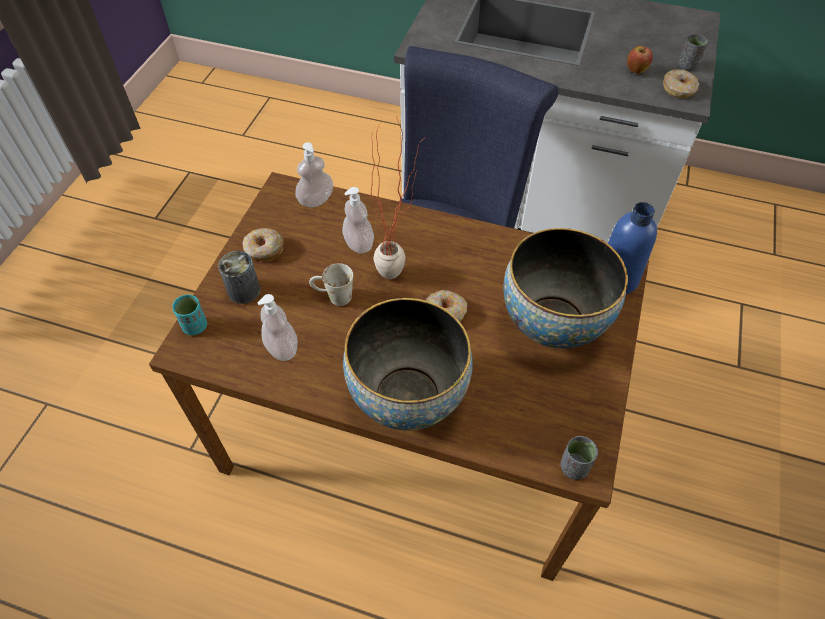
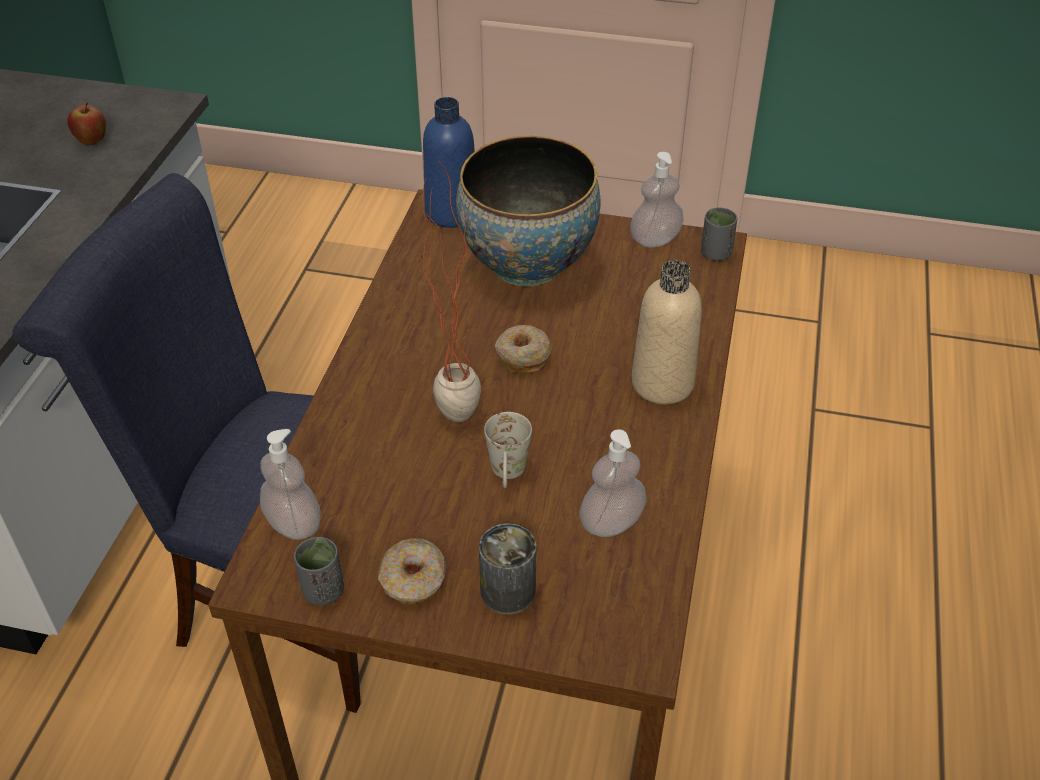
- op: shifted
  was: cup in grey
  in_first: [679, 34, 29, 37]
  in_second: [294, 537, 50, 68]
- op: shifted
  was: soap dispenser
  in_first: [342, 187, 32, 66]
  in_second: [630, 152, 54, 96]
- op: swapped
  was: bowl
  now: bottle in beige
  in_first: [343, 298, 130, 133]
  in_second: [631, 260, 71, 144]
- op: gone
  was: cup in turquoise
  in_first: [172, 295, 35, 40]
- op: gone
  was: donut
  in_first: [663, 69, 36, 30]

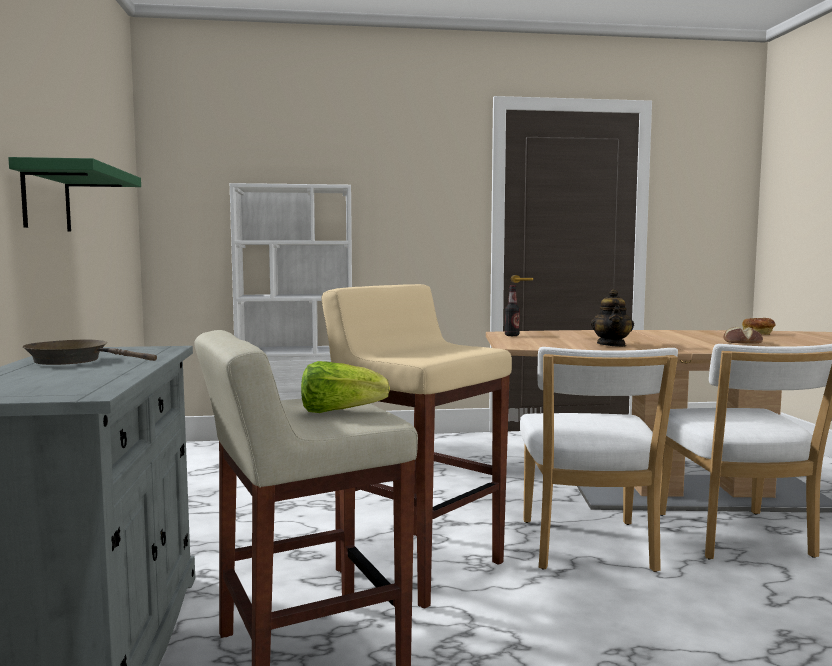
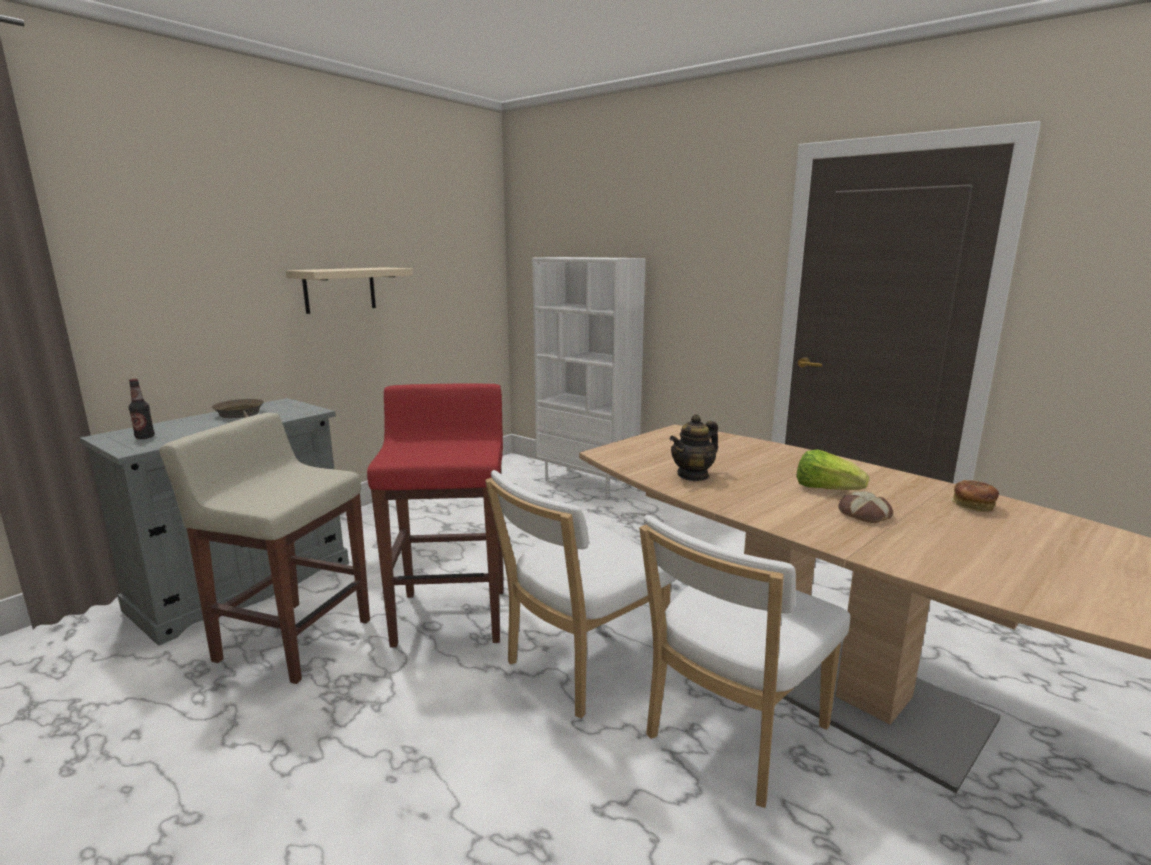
- op: shifted
  was: bottle
  in_first: [505, 285, 15, 51]
  in_second: [129, 379, 26, 60]
- op: repainted
  was: shelf in green
  now: shelf in beige
  in_first: [8, 157, 133, 75]
  in_second: [286, 267, 127, 47]
- op: repainted
  was: stool in beige
  now: stool in red
  in_first: [321, 284, 191, 325]
  in_second: [367, 383, 136, 265]
- op: shifted
  was: lettuce
  in_first: [301, 361, 89, 52]
  in_second: [796, 449, 73, 41]

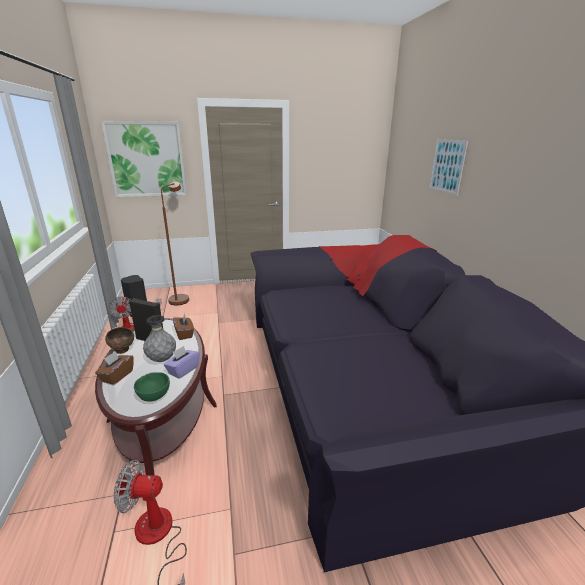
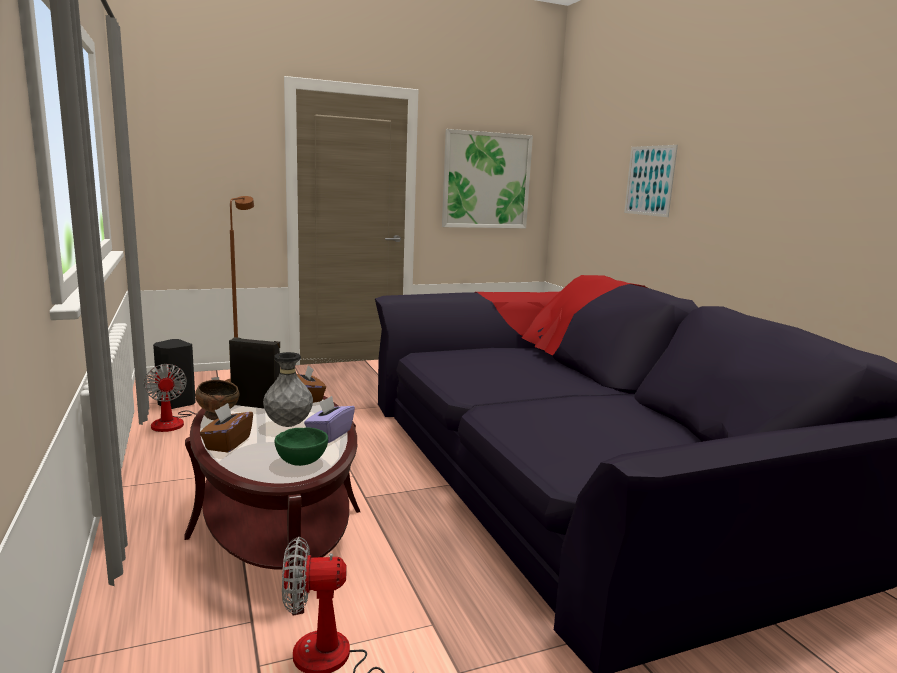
- op: shifted
  was: picture
  in_first: [101, 121, 86, 76]
  in_second: [442, 129, 91, 99]

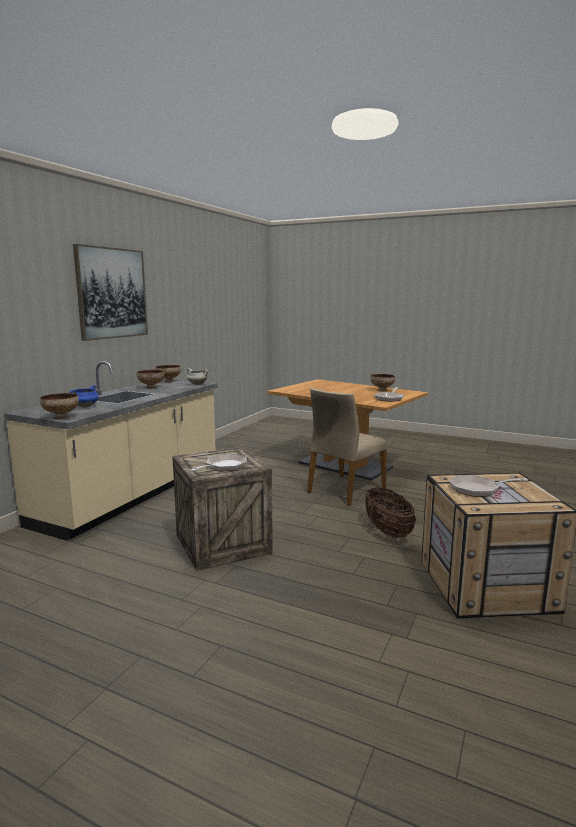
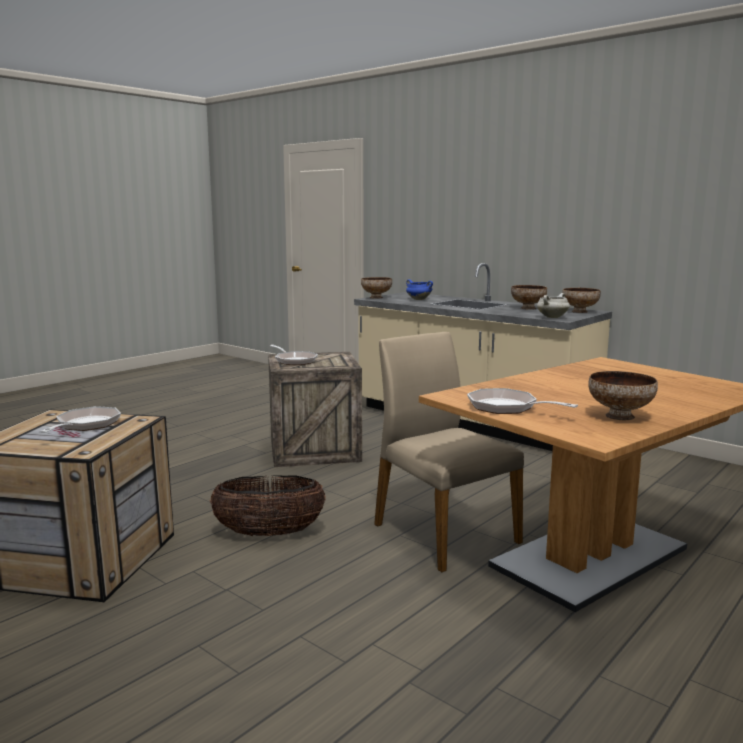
- op: gone
  was: picture
  in_first: [73, 244, 75, 97]

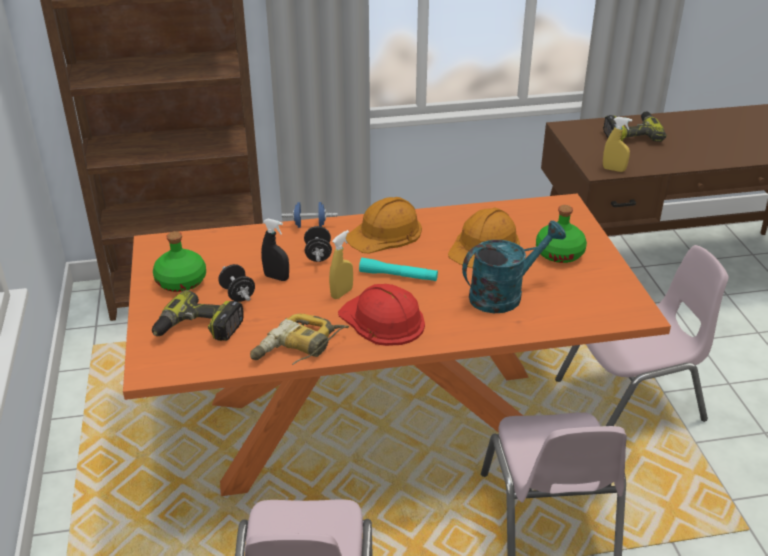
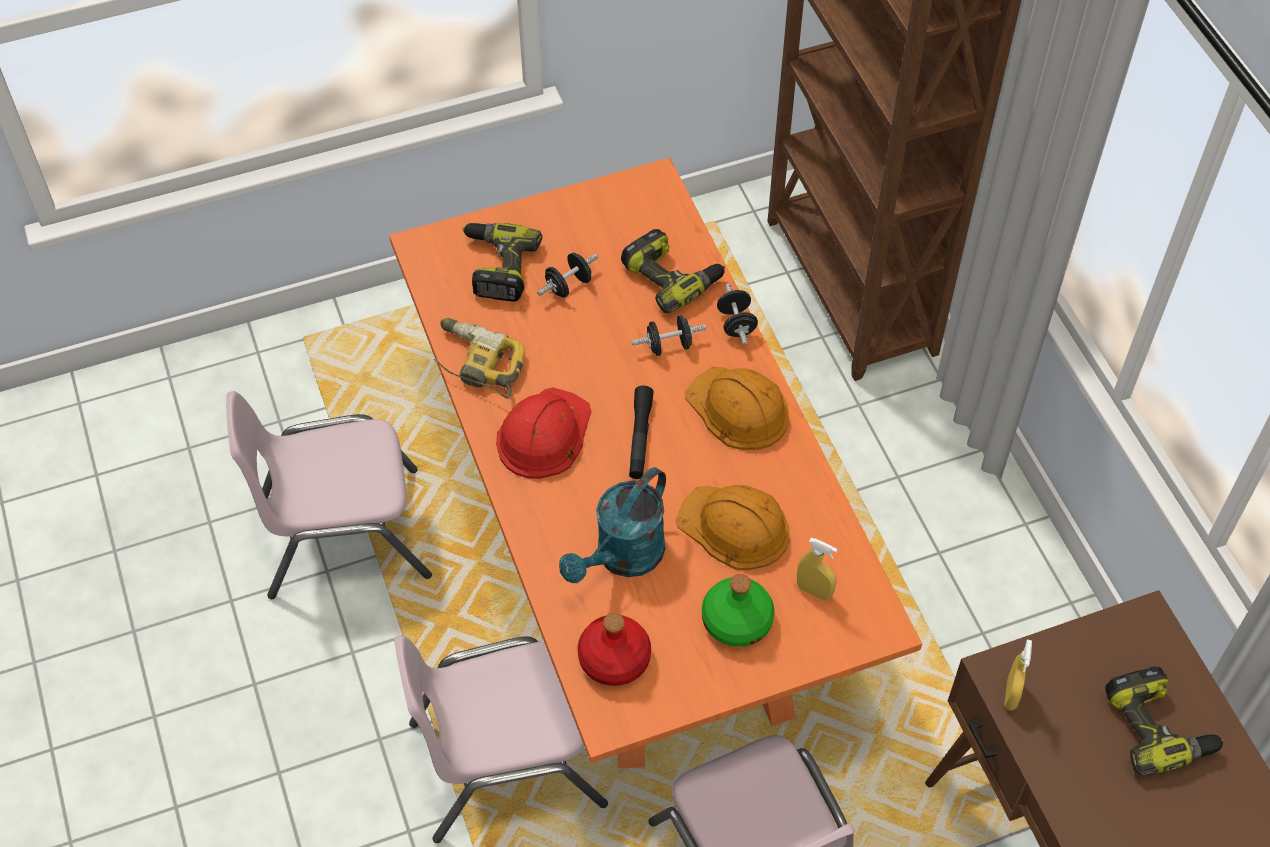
- op: rotated
  was: watering can in turquoise
  in_first: [462, 221, 104, 92]
  in_second: [559, 467, 107, 116]
  clockwise: 75
- op: new
  now: bottle in red
  in_second: [578, 613, 73, 73]
- op: new
  now: power drill
  in_second: [621, 229, 104, 84]
- op: repainted
  was: flashlight in turquoise
  now: flashlight in black
  in_first: [359, 258, 79, 23]
  in_second: [629, 386, 25, 93]
- op: repainted
  was: dumbbell in blue
  now: dumbbell in black
  in_first: [282, 202, 56, 26]
  in_second: [717, 283, 41, 62]
- op: shifted
  was: spray bottle in yellow
  in_first: [329, 230, 24, 69]
  in_second: [797, 538, 41, 62]
- op: gone
  was: bottle in green
  in_first: [153, 231, 53, 61]
- op: gone
  was: spray bottle in black
  in_first: [261, 218, 28, 63]

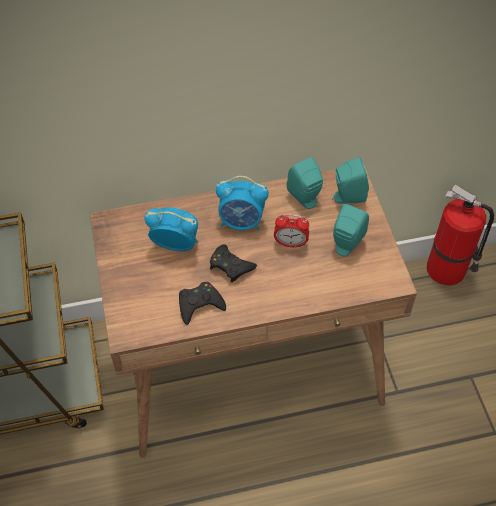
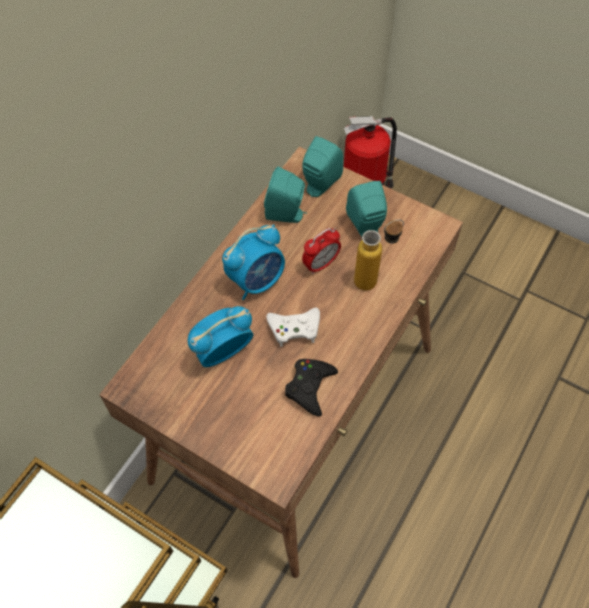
- op: repainted
  was: game controller in black
  now: game controller in white
  in_first: [210, 244, 47, 39]
  in_second: [266, 307, 54, 40]
- op: new
  now: bottle
  in_second: [354, 219, 50, 72]

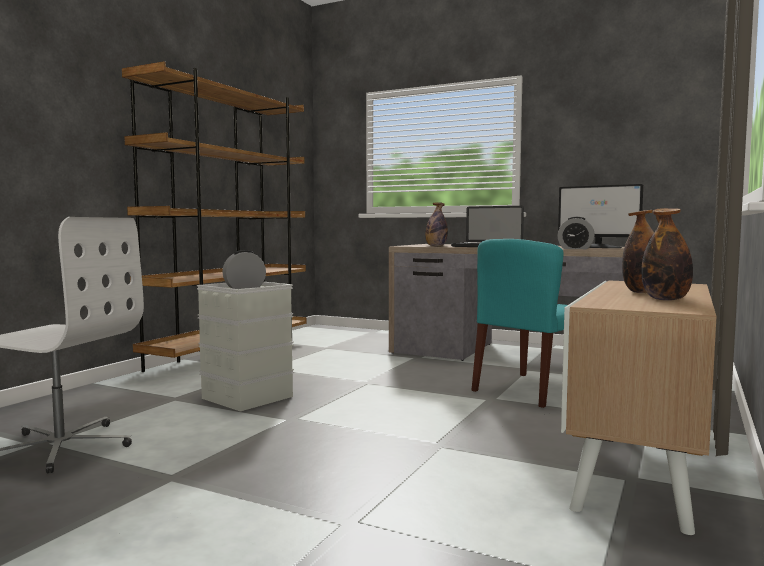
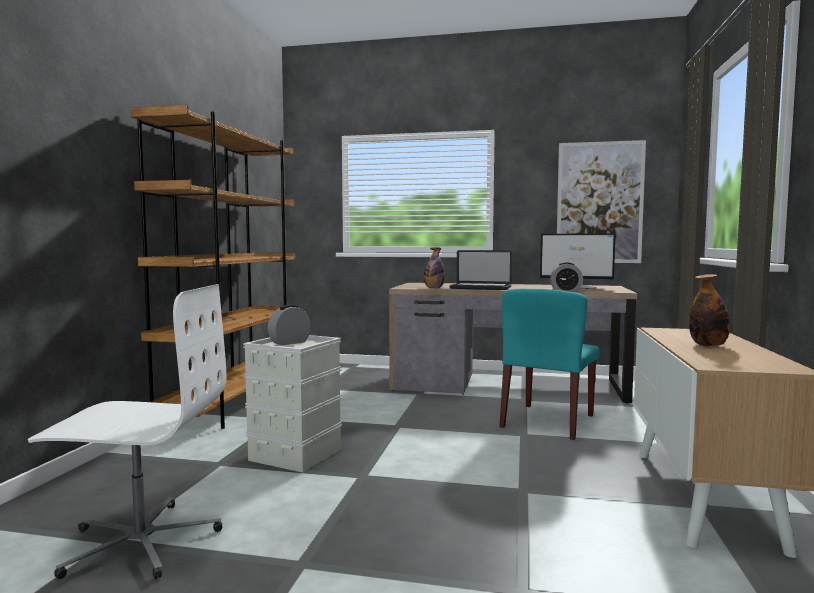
- op: new
  now: picture
  in_second: [557, 140, 89, 123]
- op: gone
  was: bottle
  in_first: [641, 208, 52, 93]

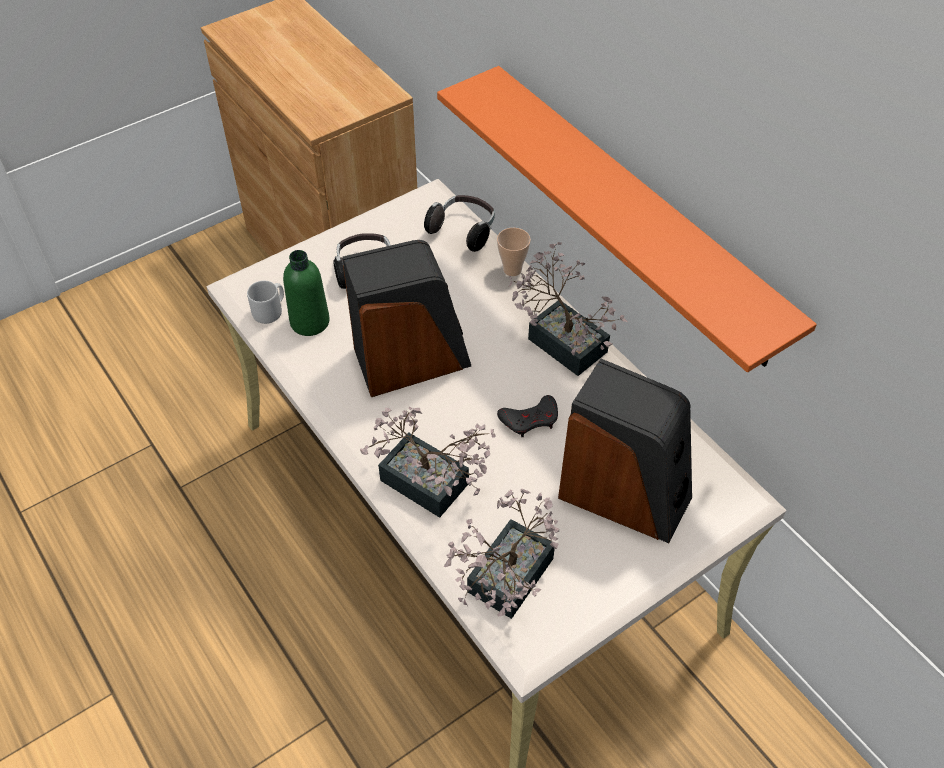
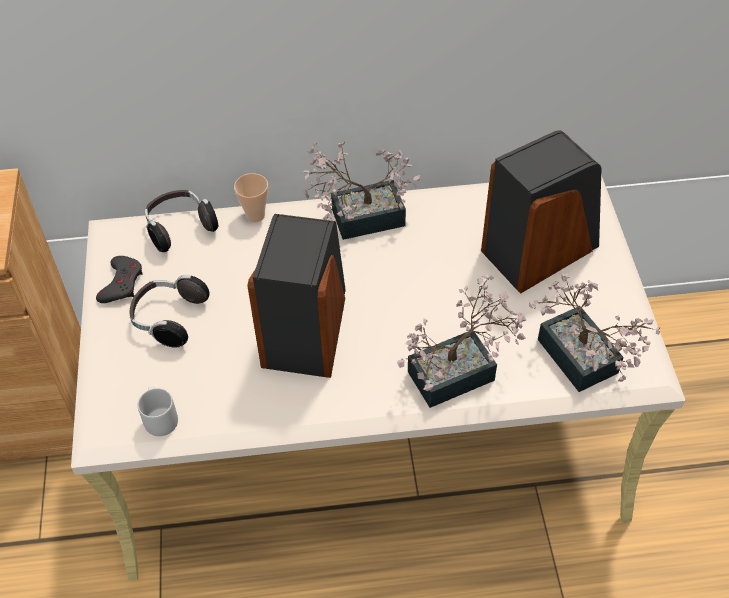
- op: shifted
  was: game controller in grey
  in_first: [497, 395, 61, 42]
  in_second: [96, 256, 47, 47]
- op: gone
  was: bottle in green
  in_first: [283, 250, 47, 86]
- op: gone
  was: shelf in orange
  in_first: [437, 66, 380, 306]

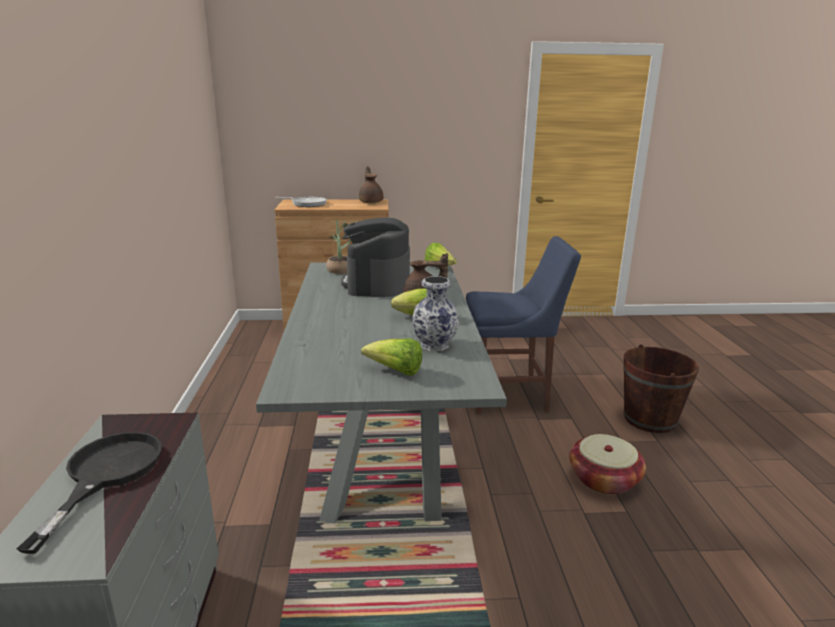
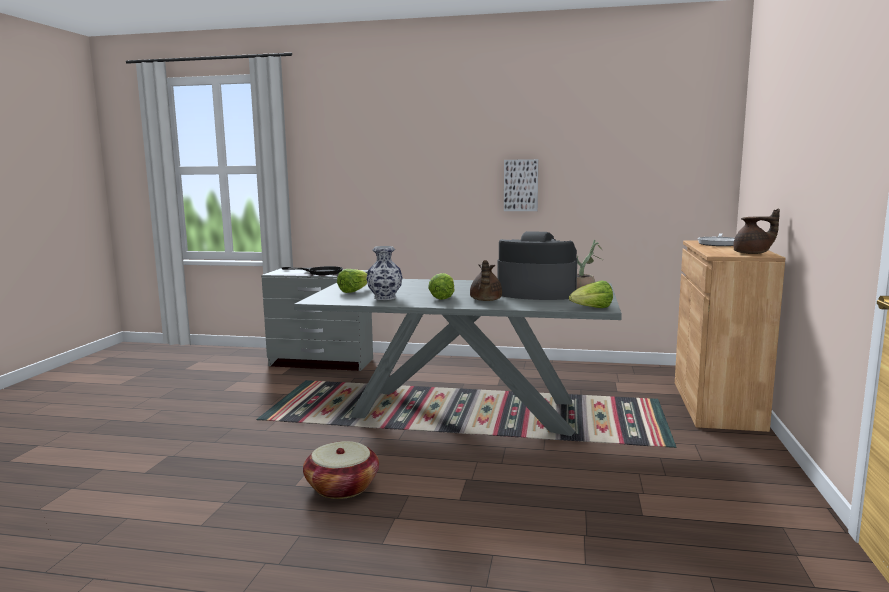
- op: new
  now: picture
  in_second: [504, 159, 34, 52]
- op: gone
  was: chair in blue
  in_first: [466, 236, 115, 178]
- op: gone
  was: bucket in brown
  in_first: [623, 344, 76, 89]

